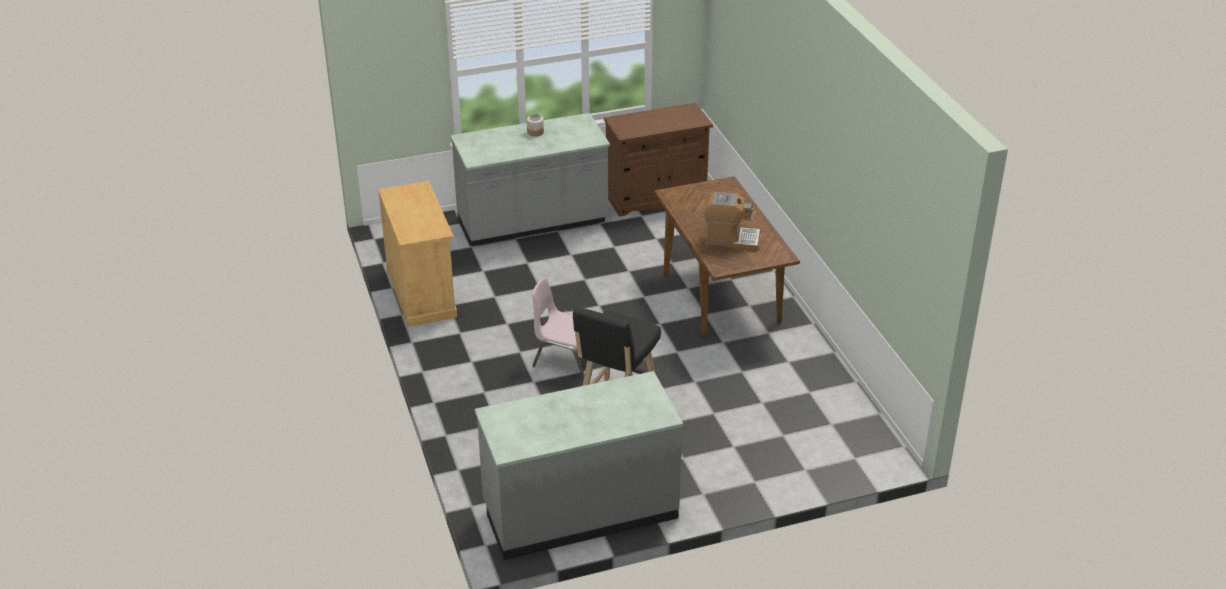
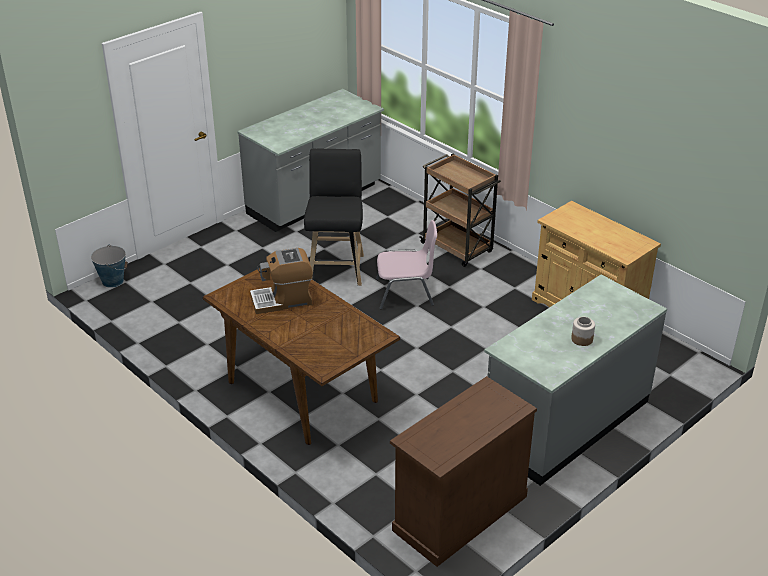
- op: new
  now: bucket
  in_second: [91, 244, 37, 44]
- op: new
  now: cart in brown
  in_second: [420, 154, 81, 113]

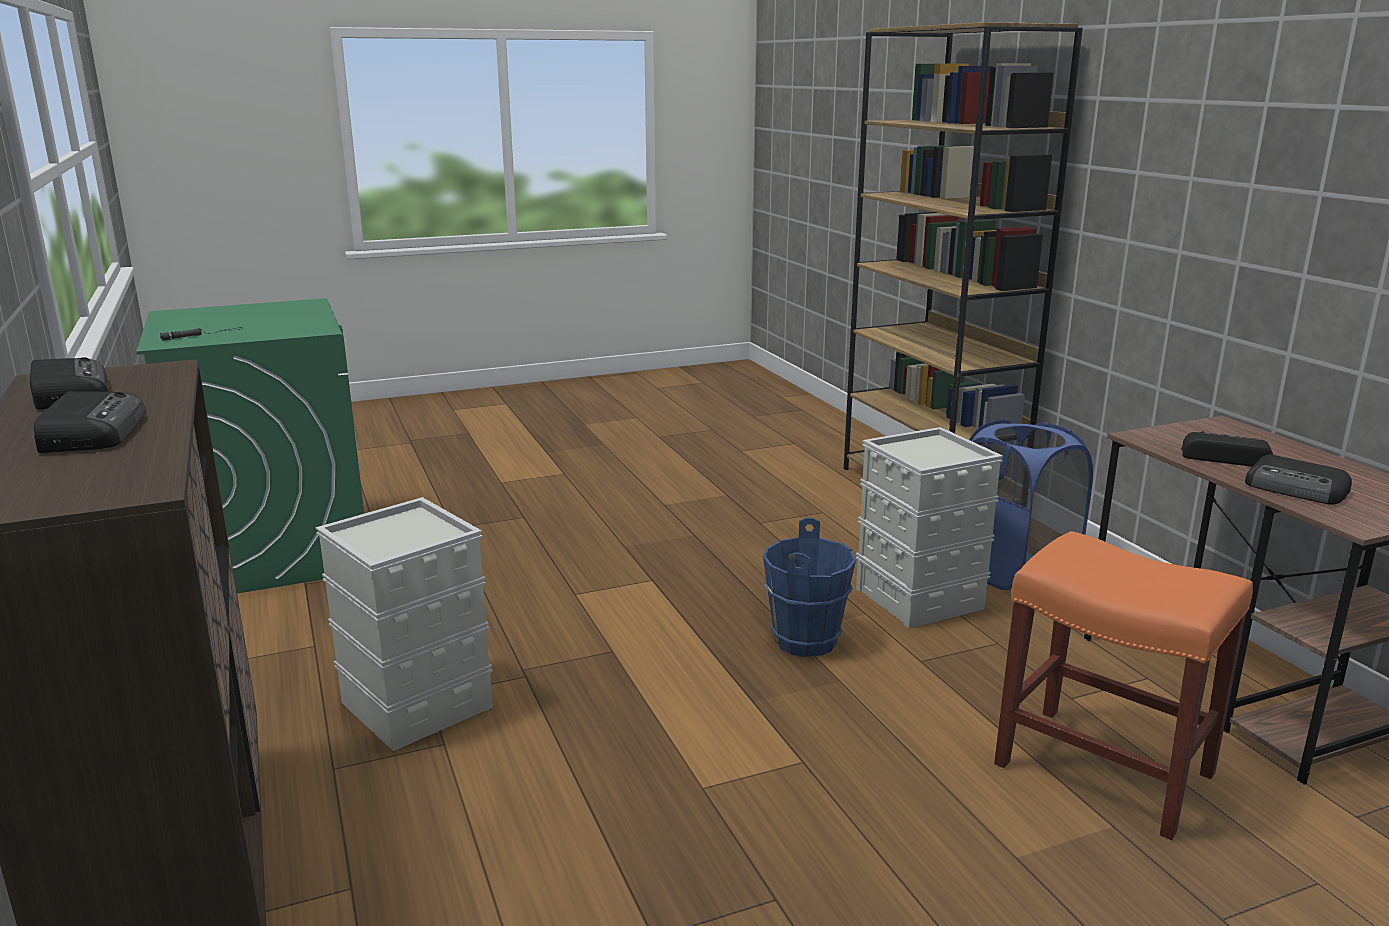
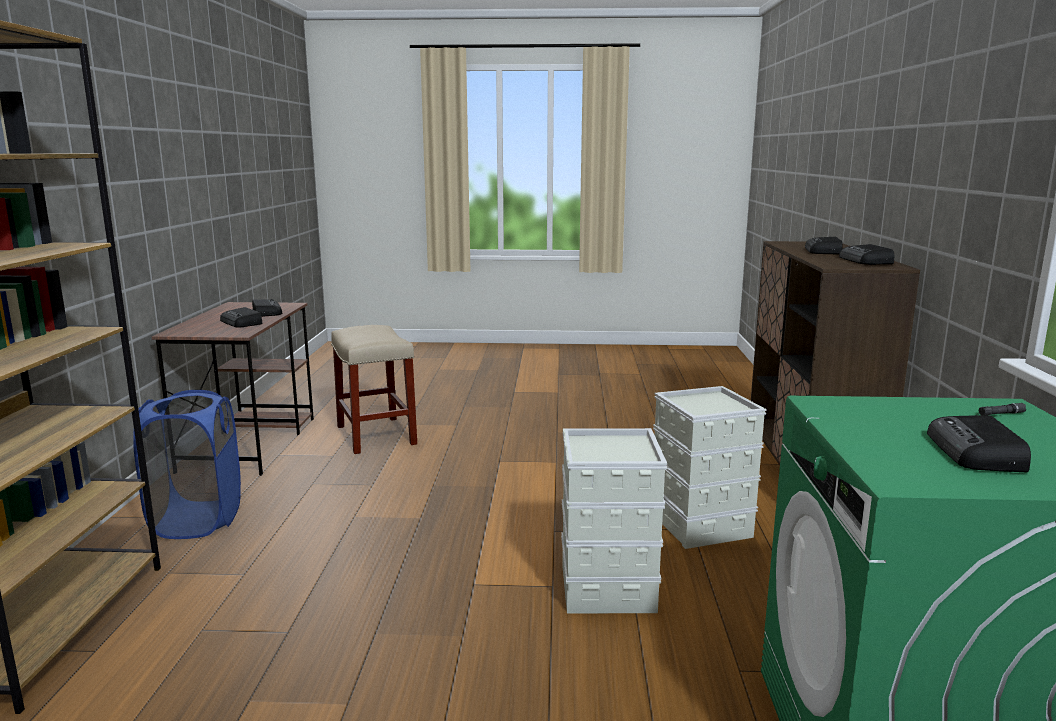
- op: repainted
  was: stool in orange
  now: stool in beige
  in_first: [994, 531, 259, 309]
  in_second: [331, 325, 86, 129]
- op: shifted
  was: storage box in grey
  in_first: [856, 427, 147, 201]
  in_second: [561, 428, 106, 186]
- op: new
  now: radio
  in_second: [927, 415, 104, 58]
- op: gone
  was: bucket in blue
  in_first: [763, 518, 93, 139]

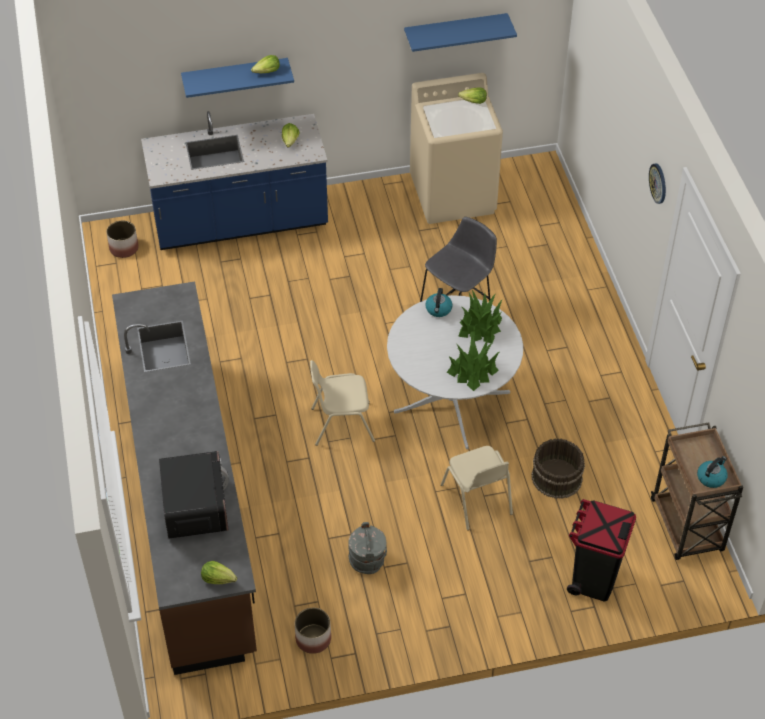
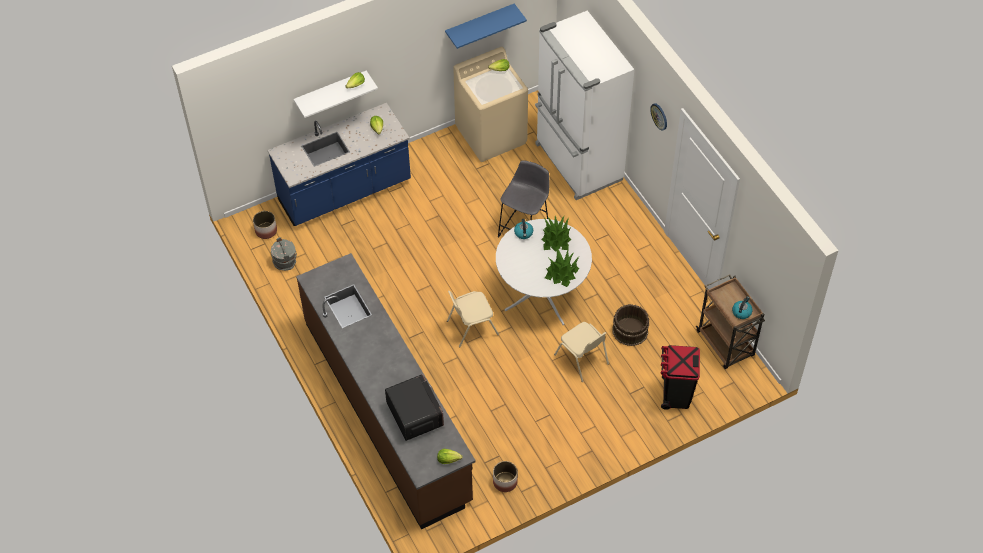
- op: shifted
  was: bucket in grey
  in_first: [348, 522, 39, 52]
  in_second: [271, 237, 26, 34]
- op: repainted
  was: shelf in blue
  now: shelf in white
  in_first: [181, 58, 113, 40]
  in_second: [294, 70, 84, 48]
- op: new
  now: fridge in white
  in_second: [535, 10, 99, 190]

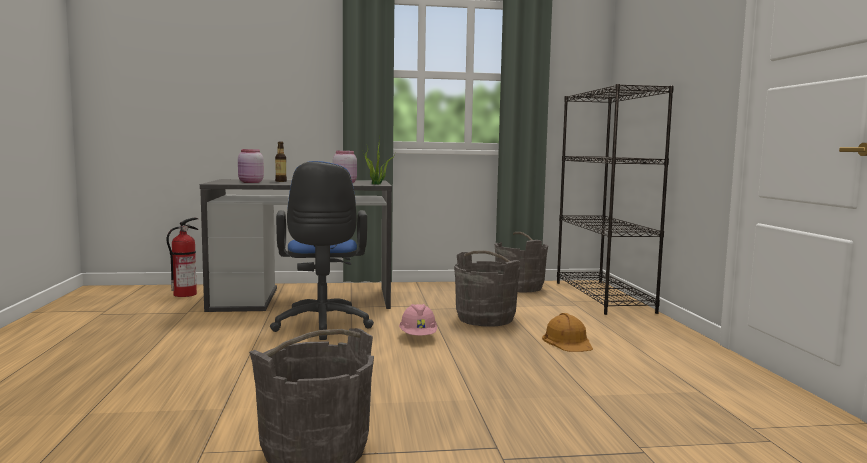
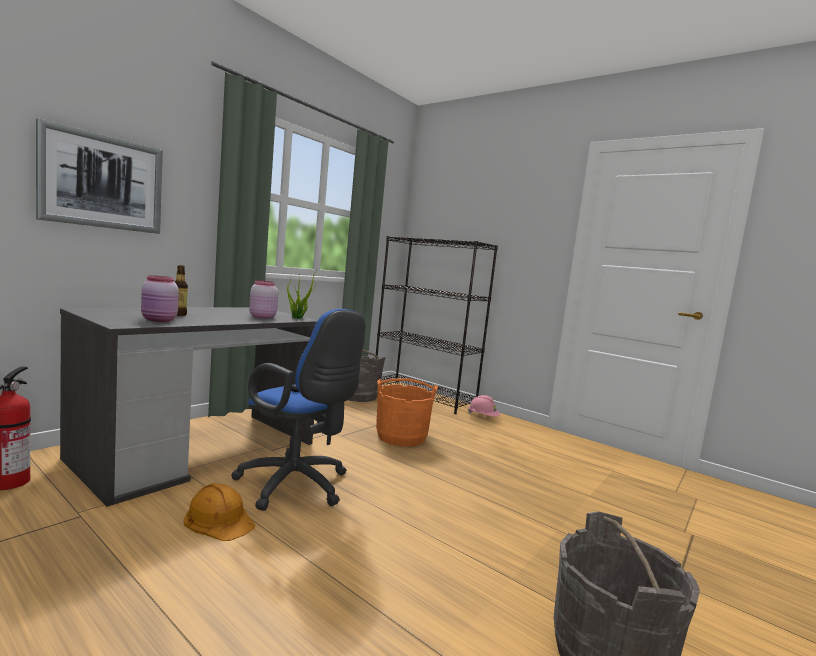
- op: new
  now: picture
  in_second: [36, 118, 127, 116]
- op: shifted
  was: hard hat in orange
  in_first: [542, 313, 51, 39]
  in_second: [184, 483, 71, 58]
- op: repainted
  was: bucket in grey
  now: bucket in orange
  in_first: [454, 251, 66, 75]
  in_second: [376, 378, 62, 69]
- op: shifted
  was: hard hat in pink
  in_first: [399, 304, 38, 32]
  in_second: [468, 395, 32, 22]

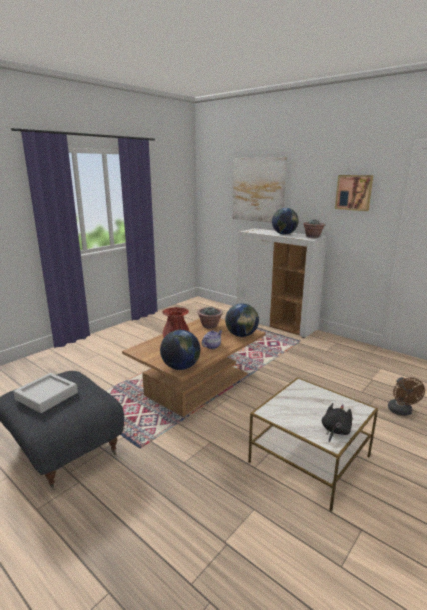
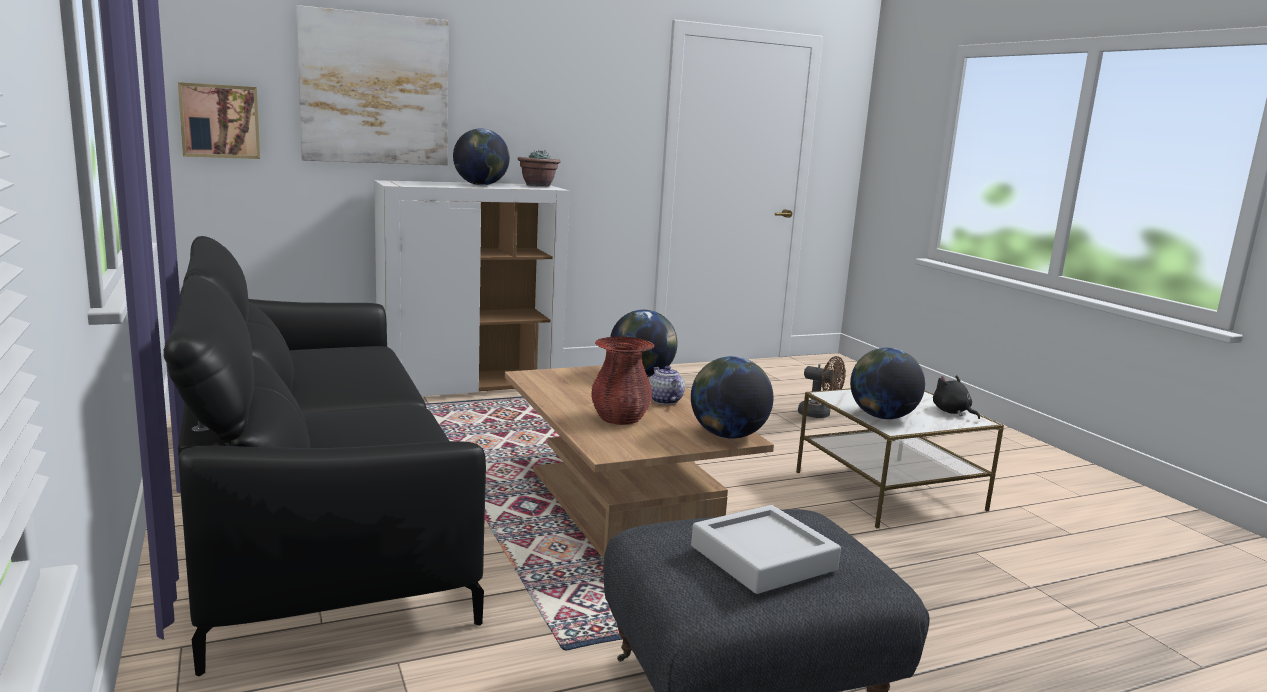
- op: new
  now: sofa in black
  in_second: [164, 236, 322, 440]
- op: shifted
  was: picture
  in_first: [335, 175, 38, 36]
  in_second: [178, 82, 82, 77]
- op: new
  now: globe
  in_second: [850, 348, 75, 71]
- op: gone
  was: potted plant
  in_first: [197, 307, 26, 22]

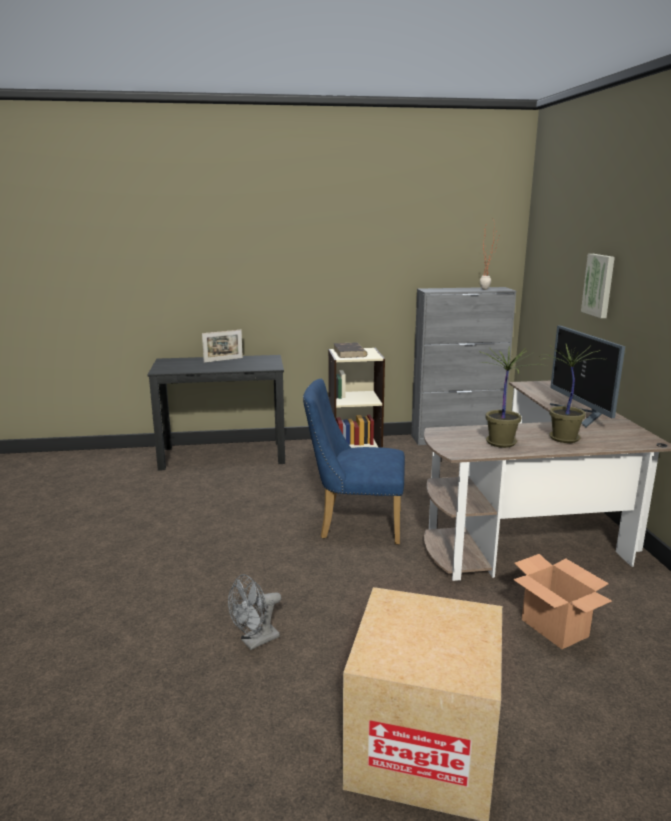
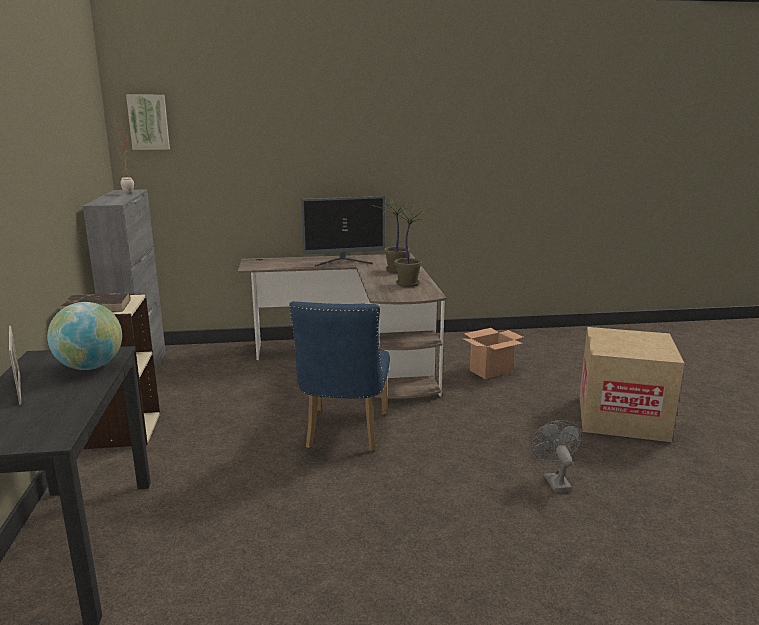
- op: new
  now: globe
  in_second: [47, 302, 75, 68]
- op: shifted
  was: picture
  in_first: [581, 254, 34, 64]
  in_second: [126, 95, 44, 55]
- op: rotated
  was: fan in grey
  in_first: [228, 574, 53, 76]
  in_second: [531, 420, 51, 72]
  clockwise: -150

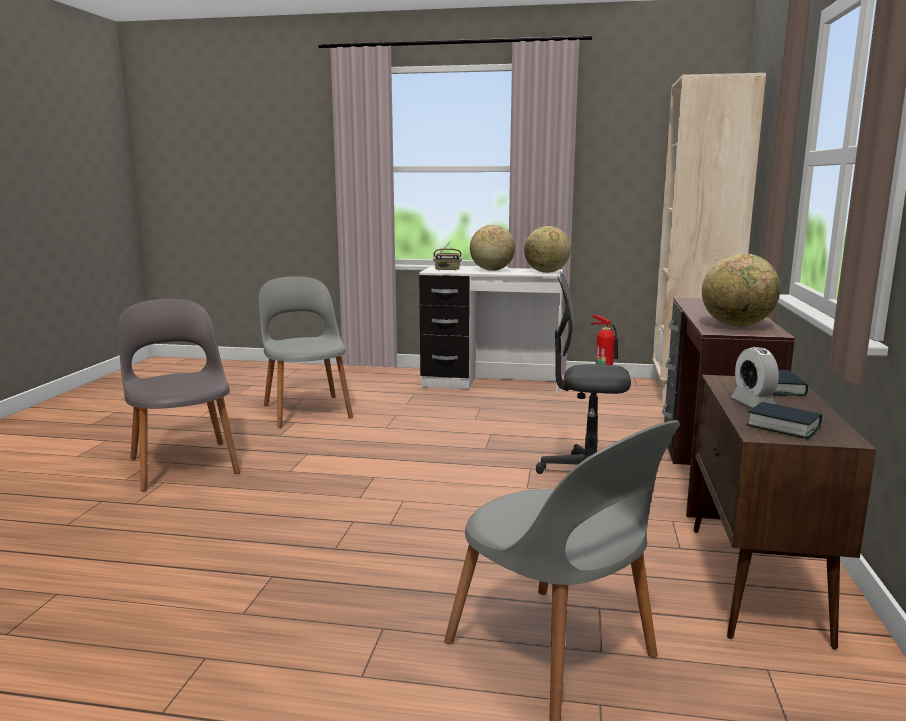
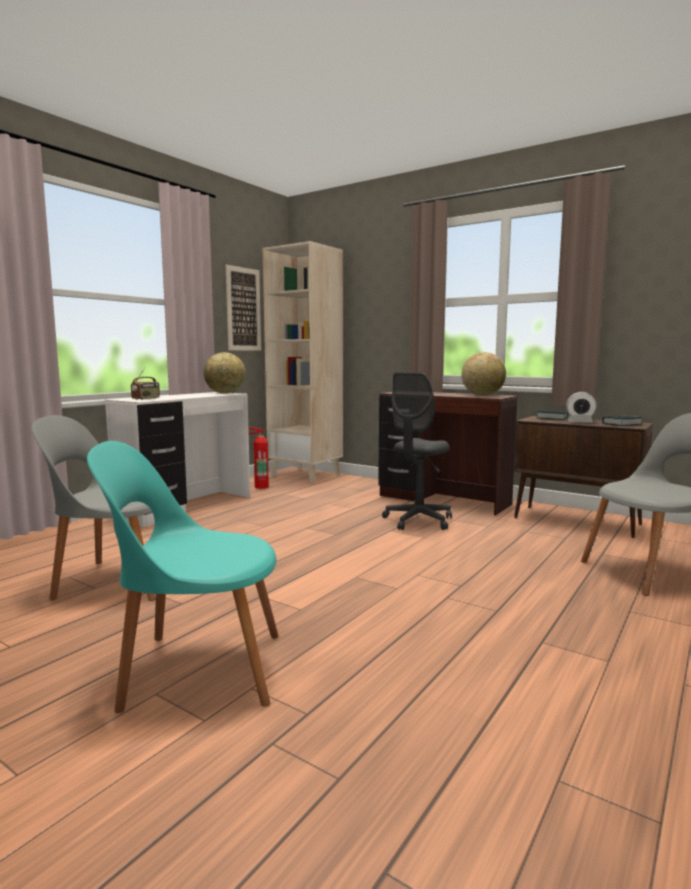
- op: repainted
  was: chair in grey
  now: chair in turquoise
  in_first: [118, 299, 122, 192]
  in_second: [87, 441, 192, 272]
- op: new
  now: picture
  in_second: [226, 265, 35, 86]
- op: gone
  was: globe
  in_first: [470, 225, 45, 46]

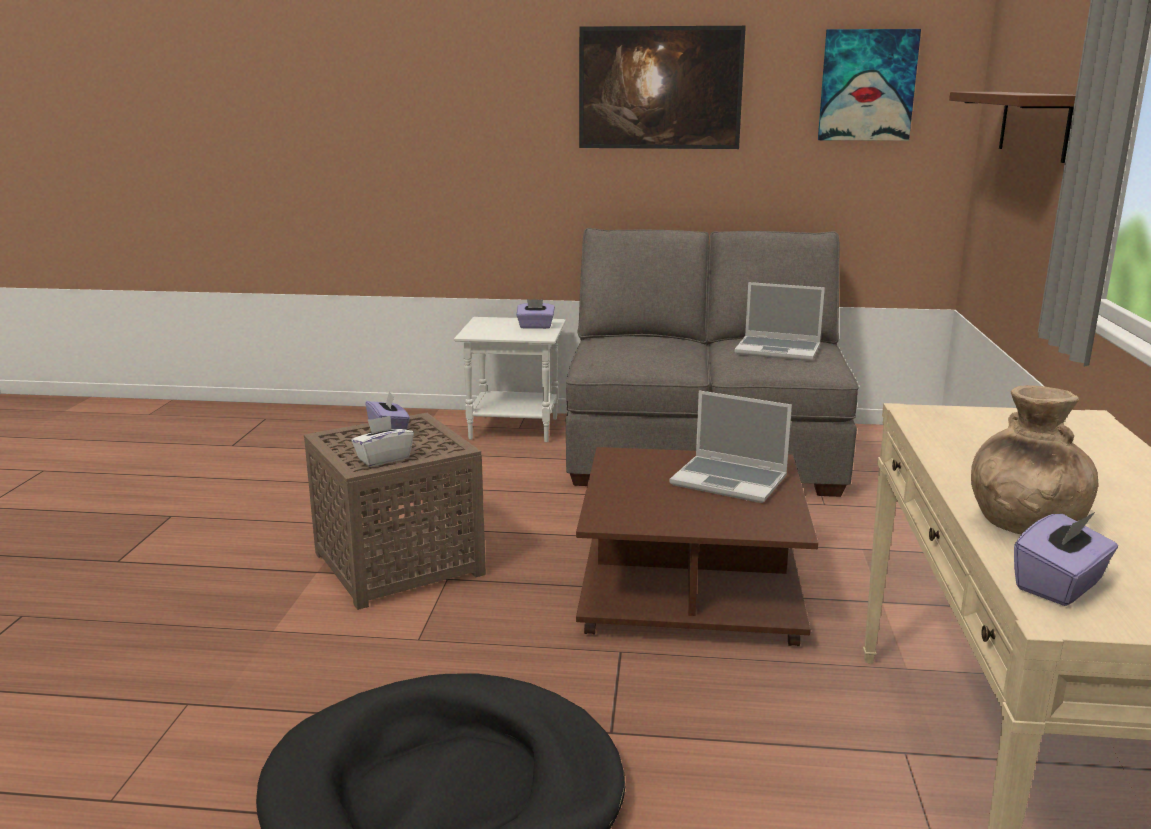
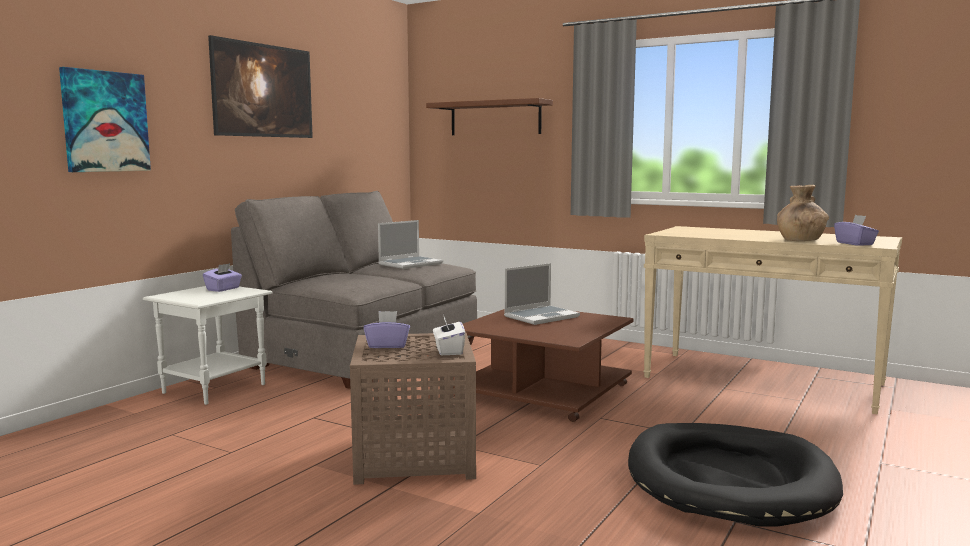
- op: shifted
  was: picture
  in_first: [818, 29, 103, 112]
  in_second: [59, 67, 92, 105]

